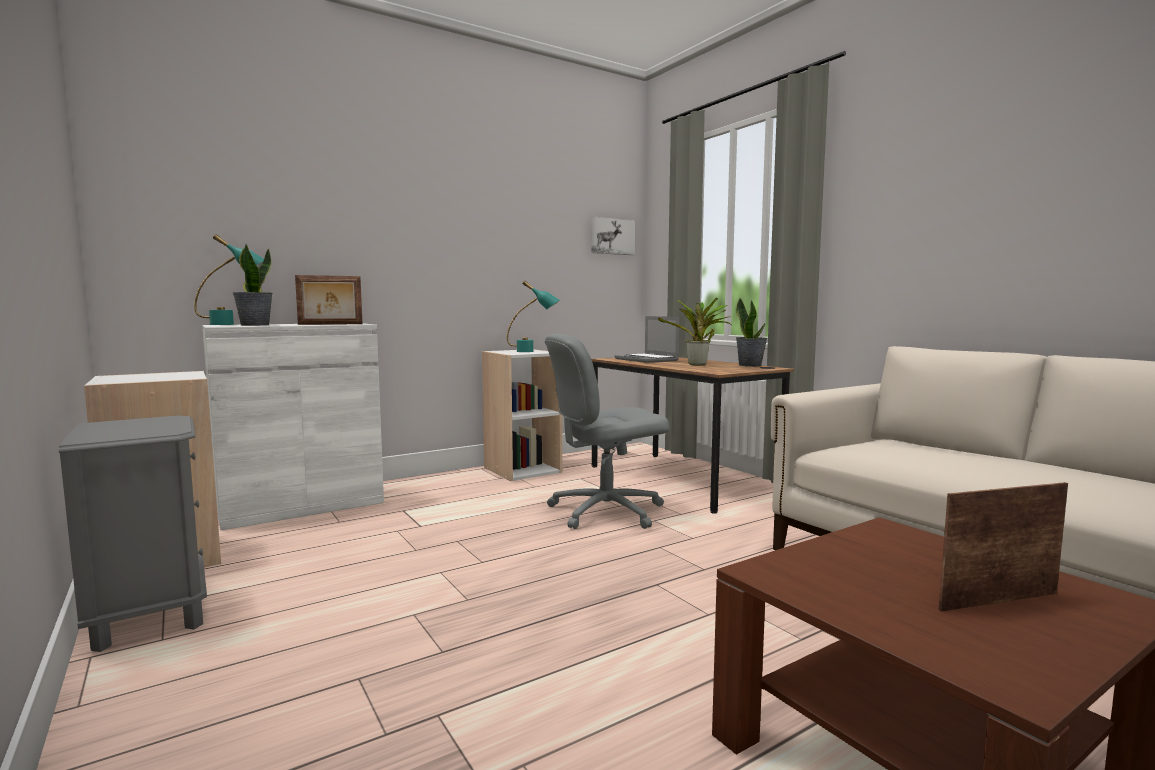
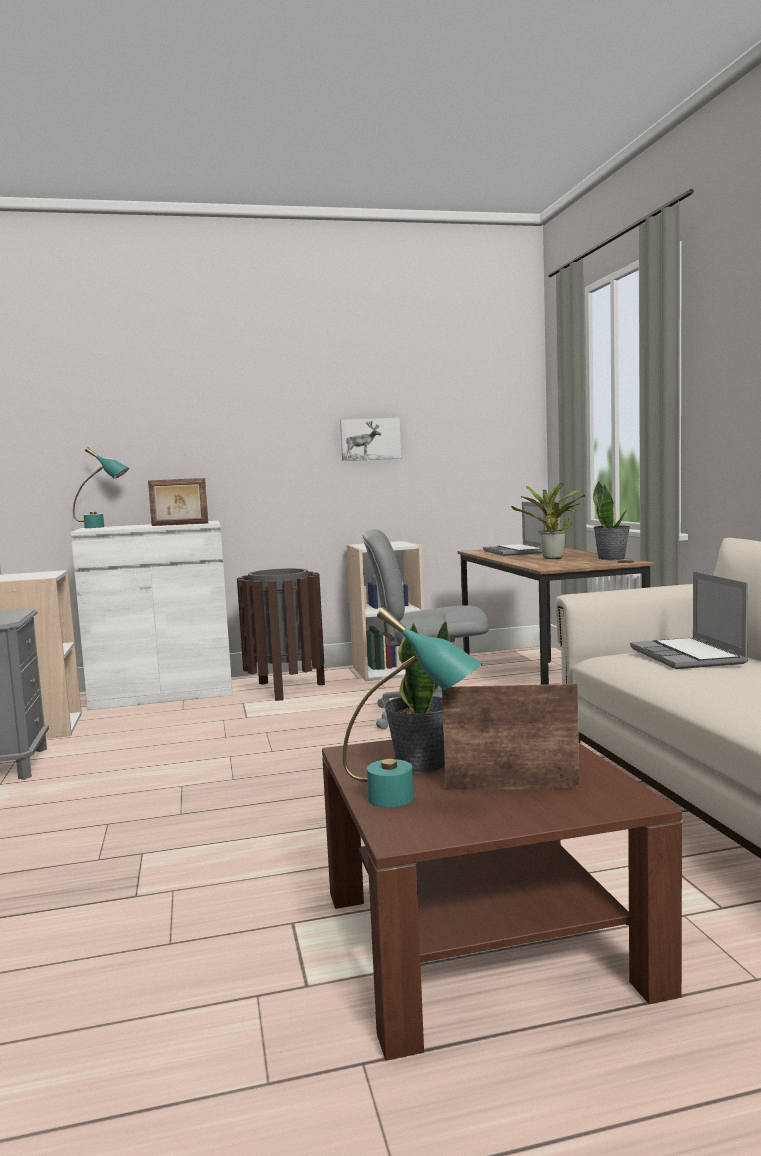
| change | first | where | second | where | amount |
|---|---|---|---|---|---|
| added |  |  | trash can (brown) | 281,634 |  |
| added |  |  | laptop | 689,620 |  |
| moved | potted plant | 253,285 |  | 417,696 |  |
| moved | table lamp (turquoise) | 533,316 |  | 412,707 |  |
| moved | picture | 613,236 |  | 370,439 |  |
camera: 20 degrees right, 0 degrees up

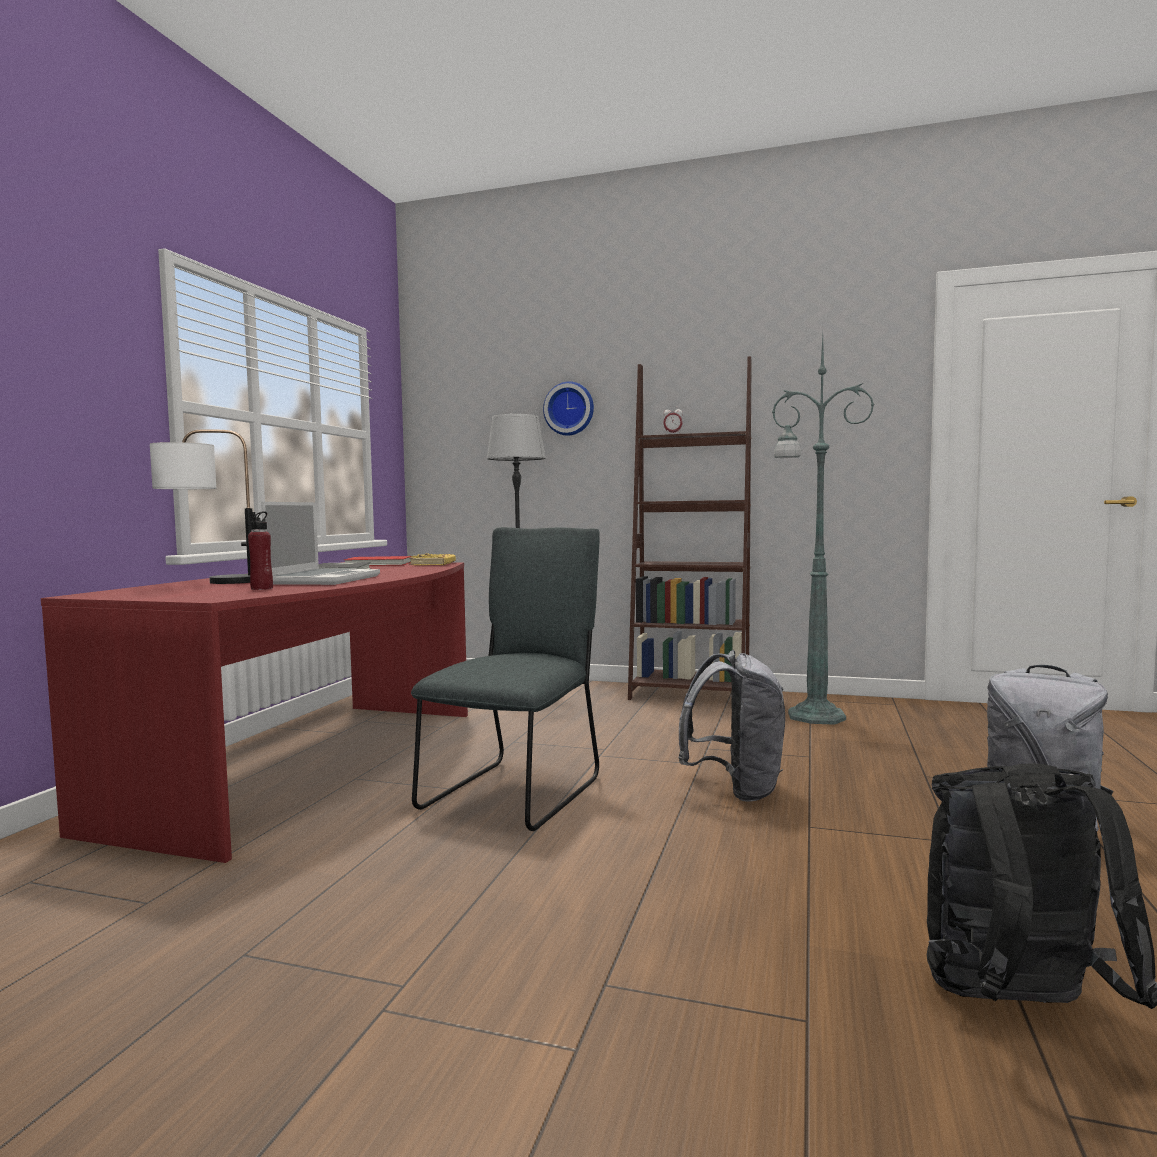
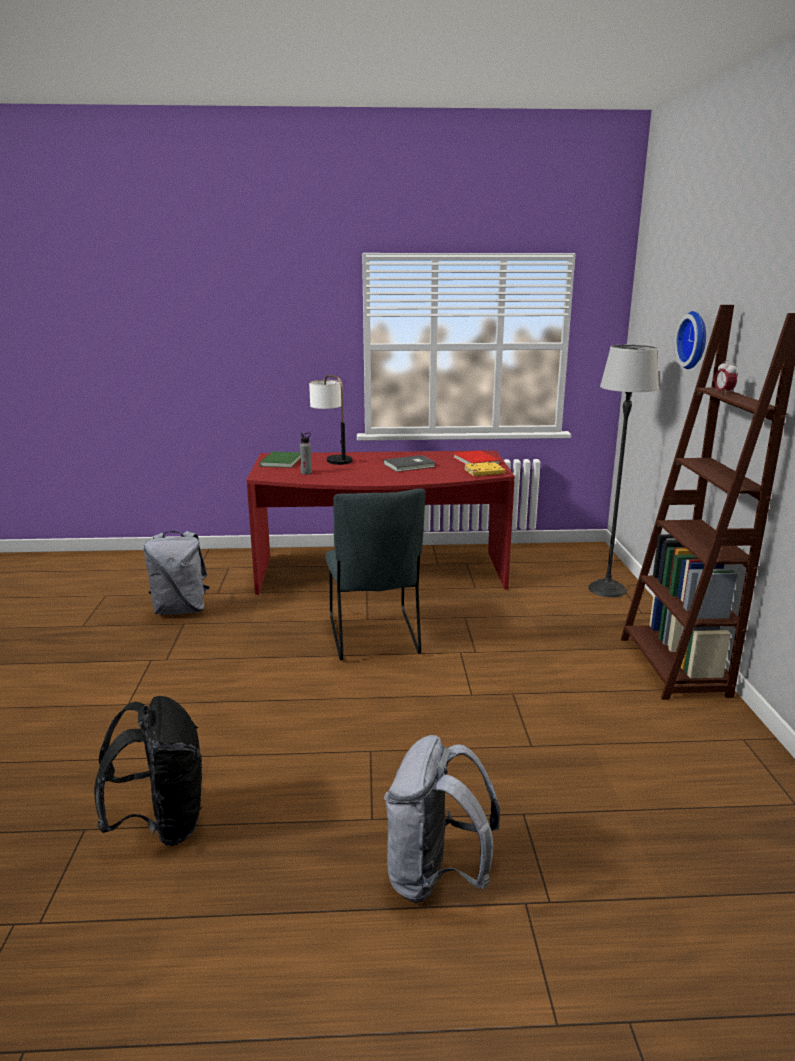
| change | first | where | second | where | amount |
|---|---|---|---|---|---|
| removed | laptop | 320,543 |  |  |  |
| removed | floor lamp (green) | 823,530 |  |  |  |
| added |  |  | book (green) | 280,460 |  |
| moved | backpack (grey) | 731,725 |  | 177,573 |  |
| recoloured | bottle (red) | 260,551 | bottle (grey) | 306,454 |  |
| turned | chair (grey) | 505,679 |  | 375,574 | 75 degrees clockwise |
camera: 70 degrees right, 15 degrees up

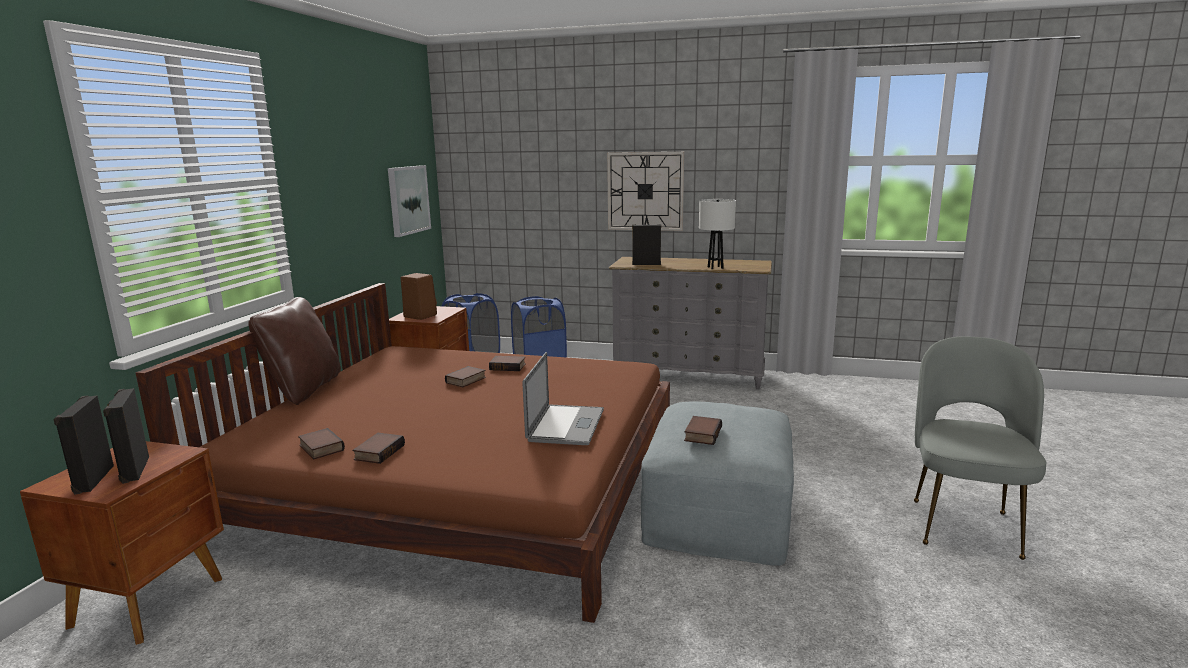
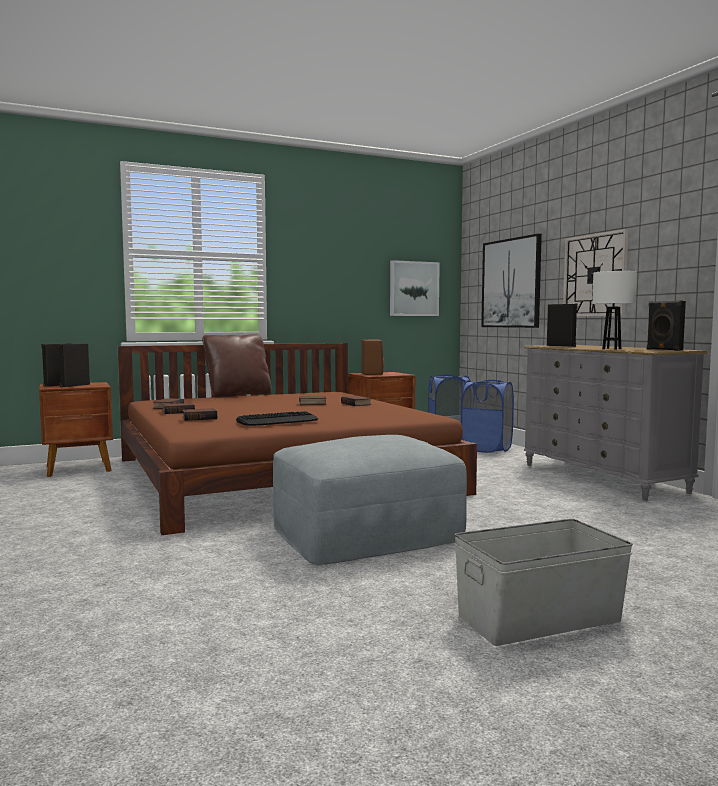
| change | first | where | second | where | amount |
|---|---|---|---|---|---|
| added |  |  | picture | 511,281 |  |
| added |  |  | speaker (black) | 666,325 |  |
| moved | book | 703,430 |  | 199,414 |  |
| replaced | laptop | 563,398 | keyboard | 277,418 |  |
| replaced | chair (grey) | 980,448 | storage box (grey) | 543,582 |  |
camera: 50 degrees right, 10 degrees down

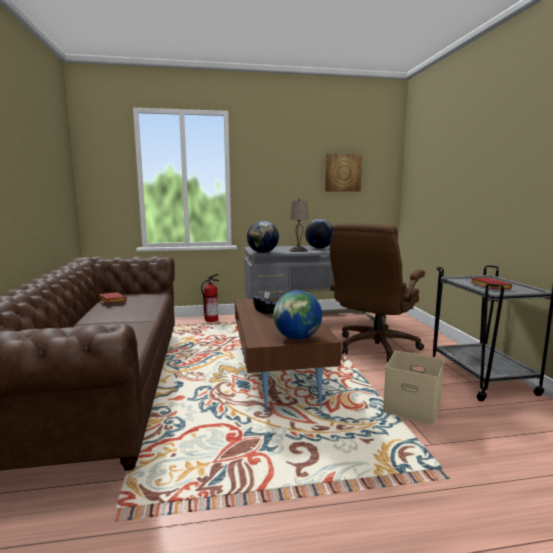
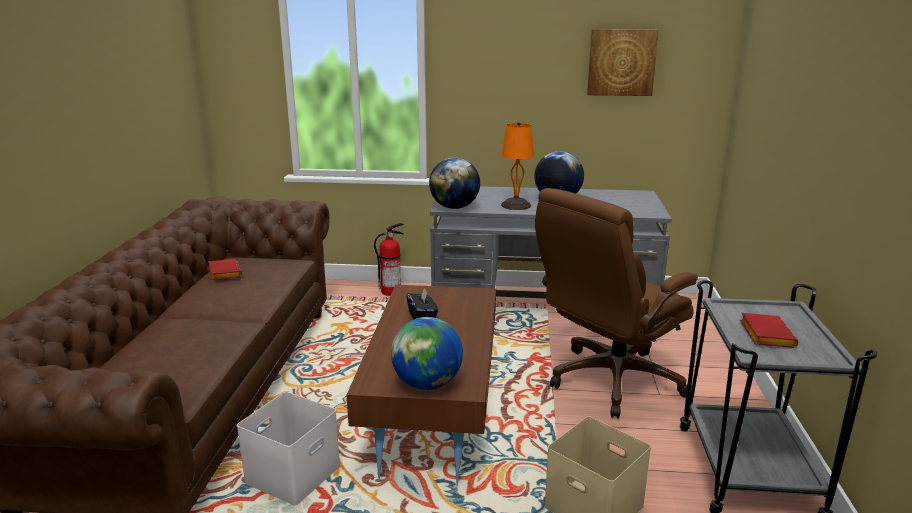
| change | first | where | second | where | amount |
|---|---|---|---|---|---|
| added |  |  | storage box (white) | 288,448 |  |
| recoloured | table lamp (beige) | 299,225 | table lamp (orange) | 517,166 |  |
camera: 15 degrees right, 10 degrees up

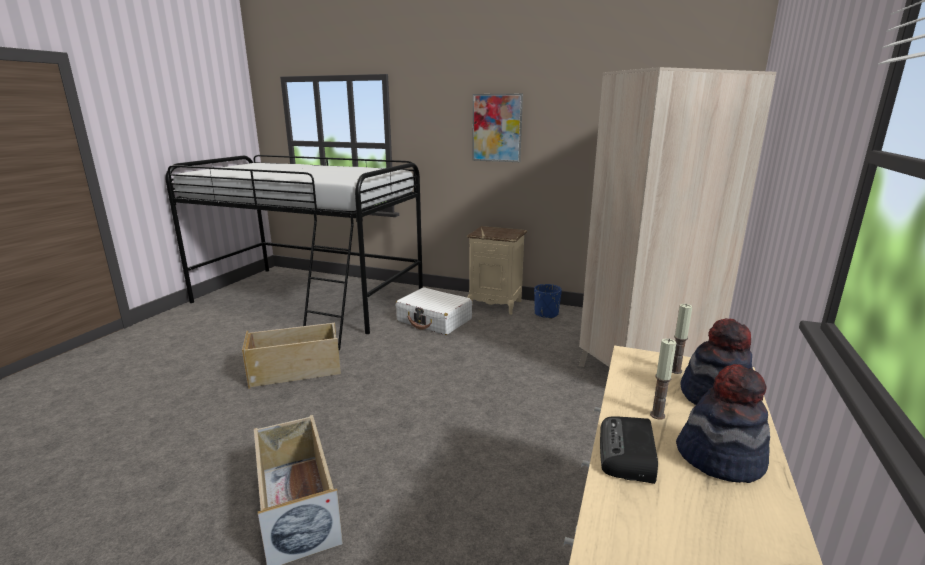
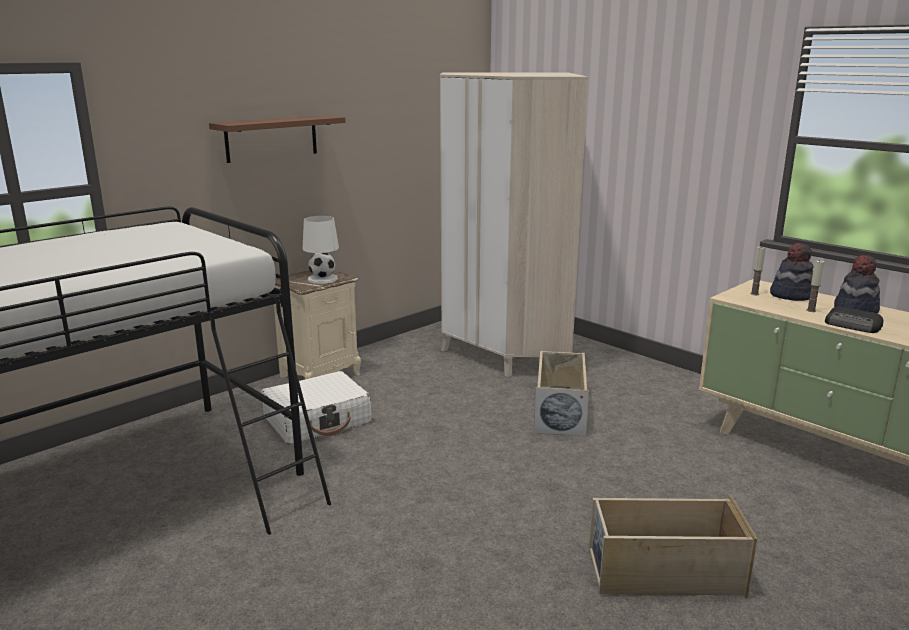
| change | first | where | second | where | amount |
|---|---|---|---|---|---|
| removed | planter (blue) | 548,301 |  |  |  |
| added |  |  | table lamp (white) | 320,250 |  |
| moved | storage box (beige) | 291,356 |  | 562,393 |  |
| replaced | picture | 497,128 | shelf (brown) | 277,139 |  |
camera: 65 degrees left, 0 degrees up

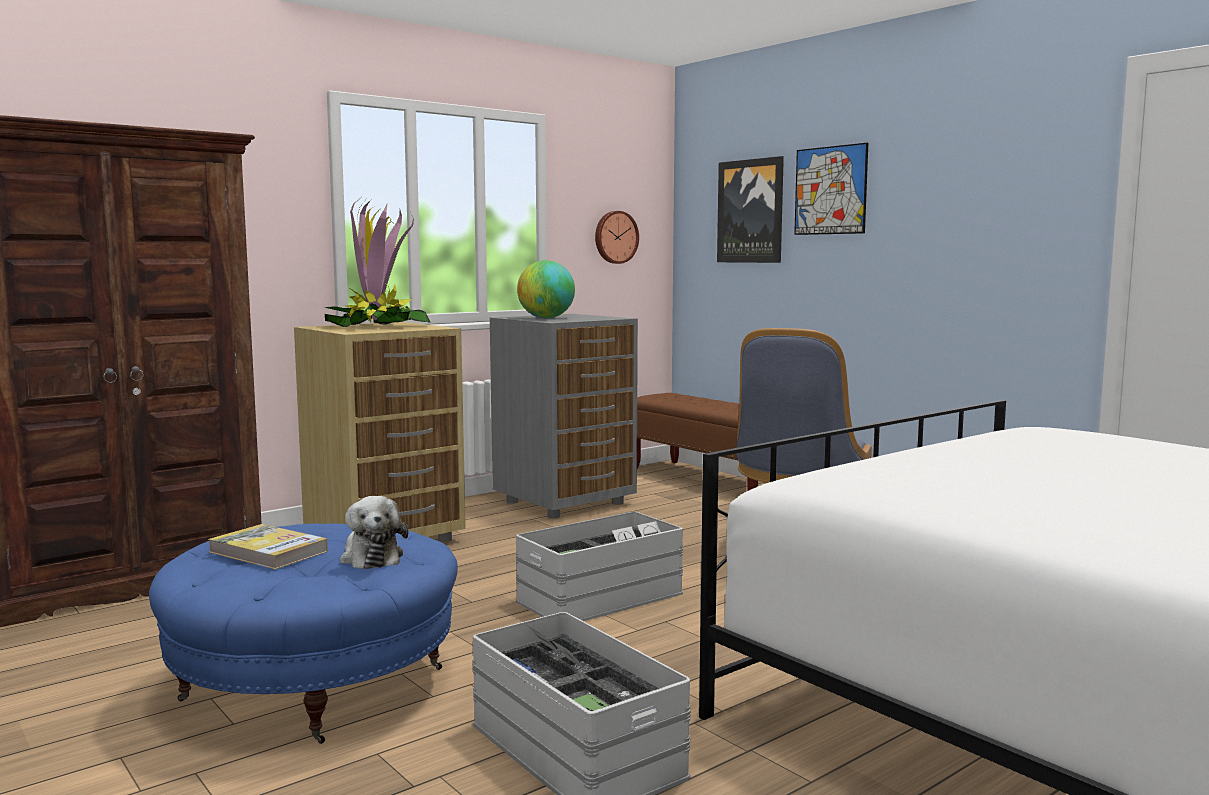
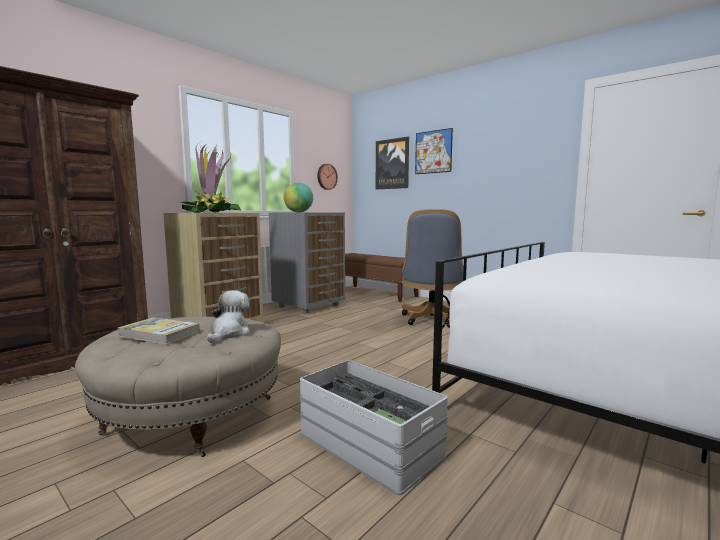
| change | first | where | second | where | amount |
|---|---|---|---|---|---|
| removed | storage box (grey) | 599,566 |  |  |  |
| recoloured | ottoman (blue) | 303,633 | ottoman (beige) | 178,386 |  |
| turned | plush toy | 374,532 |  | 228,316 | 135 degrees counterclockwise |
camera: 10 degrees left, 0 degrees up

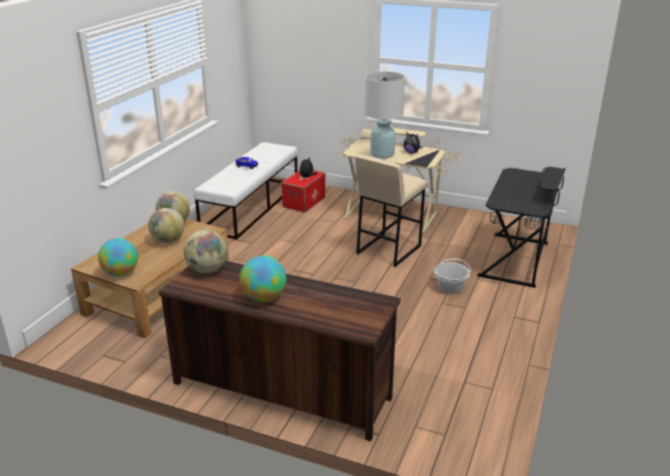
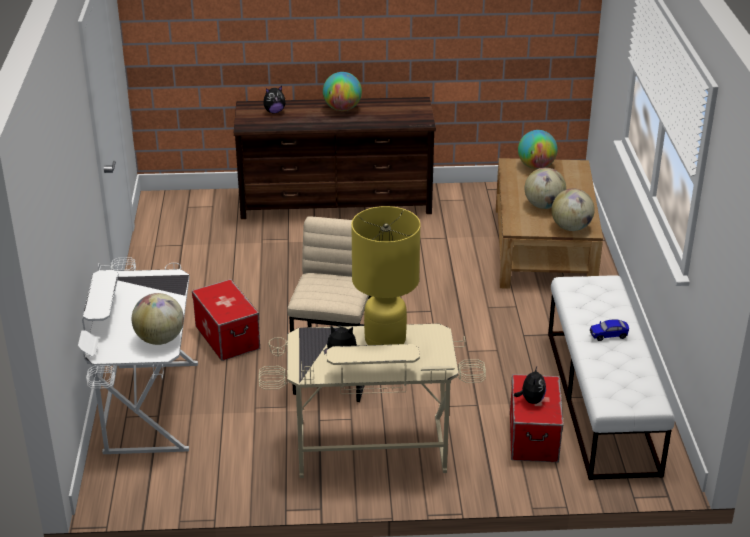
| change | first | where | second | where | amount |
|---|---|---|---|---|---|
| added |  |  | plush toy | 275,99 |  |
| moved | globe | 206,251 |  | 158,319 |  |
| replaced | basket | 452,276 | storage box | 226,320 |  |
| recoloured | table lamp (white) | 384,115 | table lamp (yellow) | 386,275 |  |
| recoloured | desk (black) | 521,227 | desk (white) | 138,355 |  |
camera: 155 degrees right, 5 degrees up

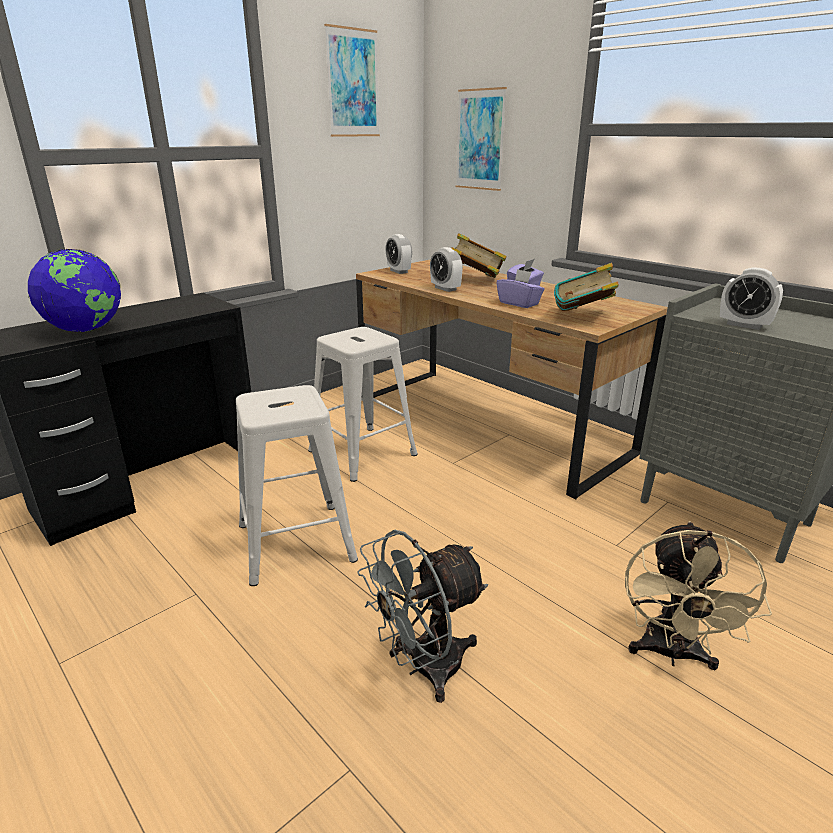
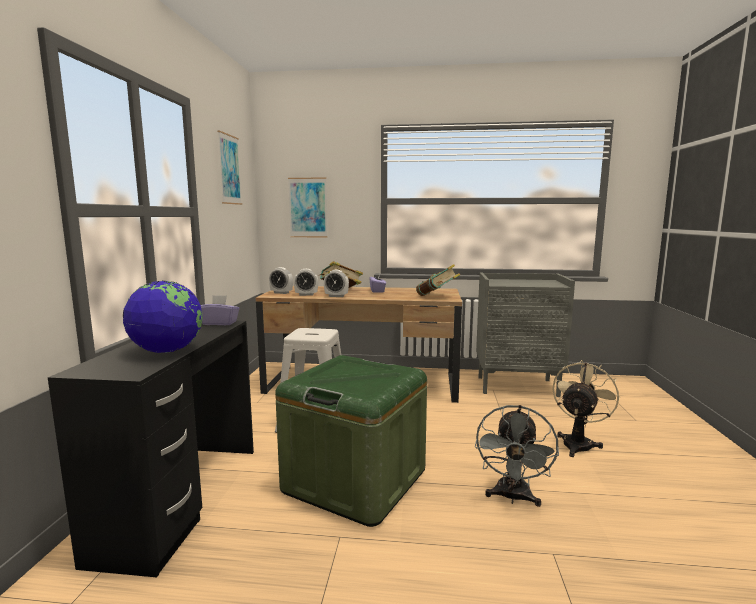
| change | first | where | second | where | amount |
|---|---|---|---|---|---|
| moved | tissue box (purple) | 520,288 |  | 220,310 |  |
| moved | alarm clock | 751,298 |  | 306,282 |  |
| replaced | stool (white) | 297,485 | storage box (green) | 351,441 |  |
| turned | fan (beige) | 698,596 |  | 586,408 | 120 degrees counterclockwise |
camera: 40 degrees left, 15 degrees down

